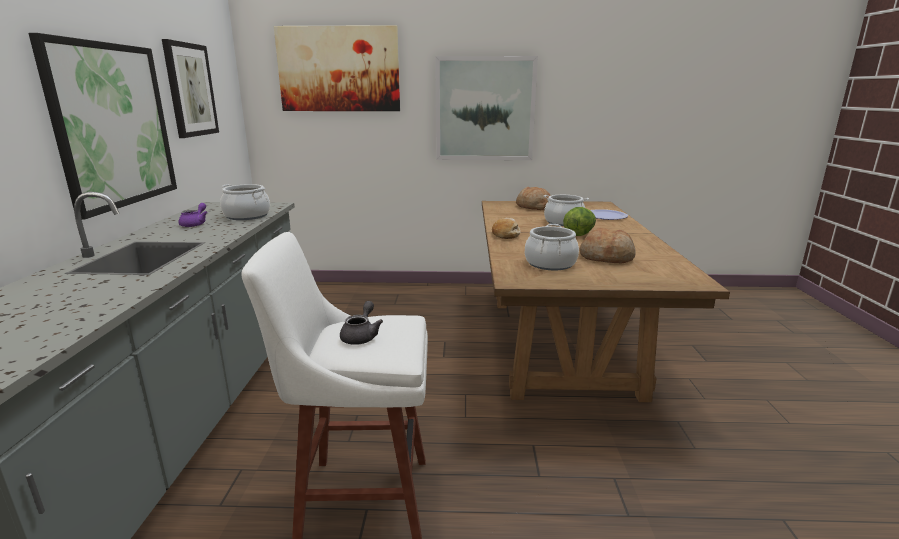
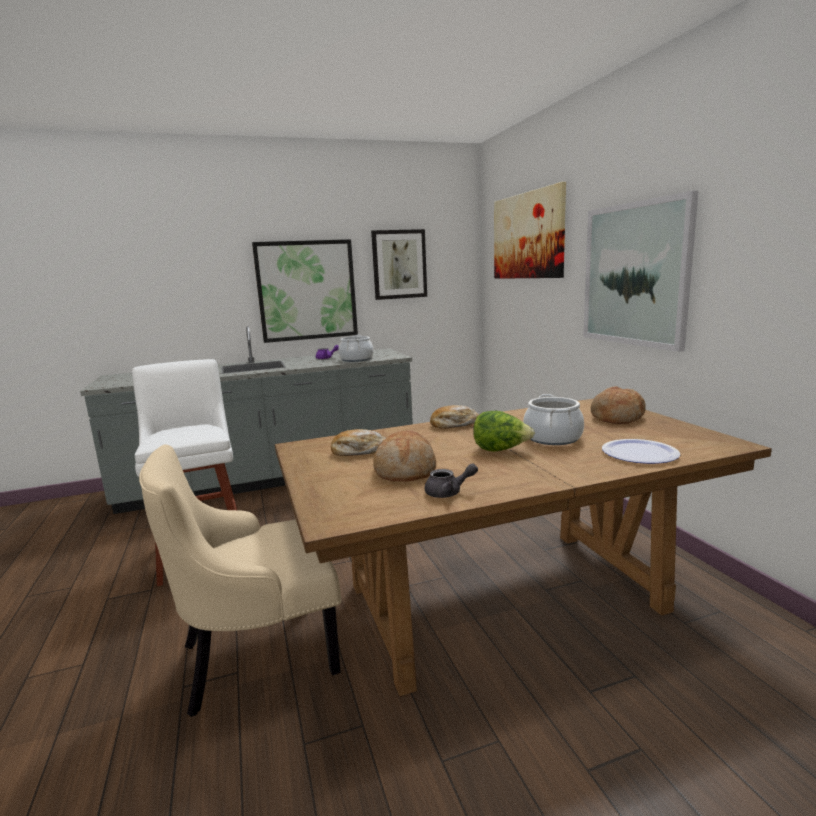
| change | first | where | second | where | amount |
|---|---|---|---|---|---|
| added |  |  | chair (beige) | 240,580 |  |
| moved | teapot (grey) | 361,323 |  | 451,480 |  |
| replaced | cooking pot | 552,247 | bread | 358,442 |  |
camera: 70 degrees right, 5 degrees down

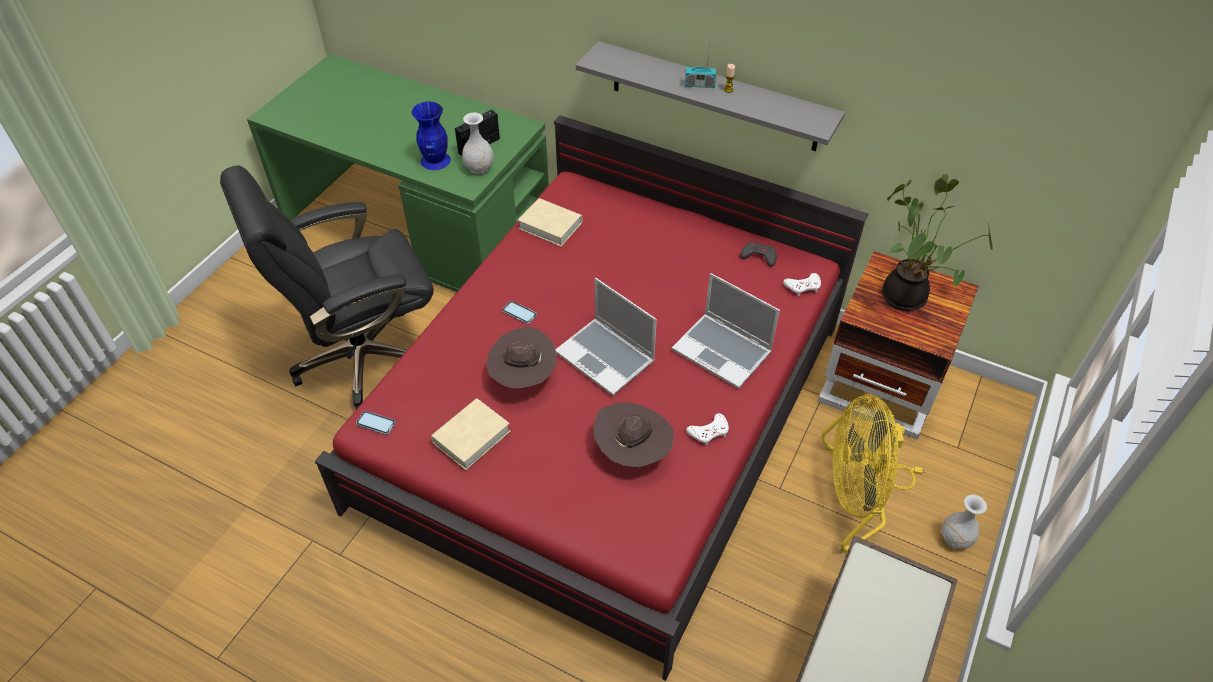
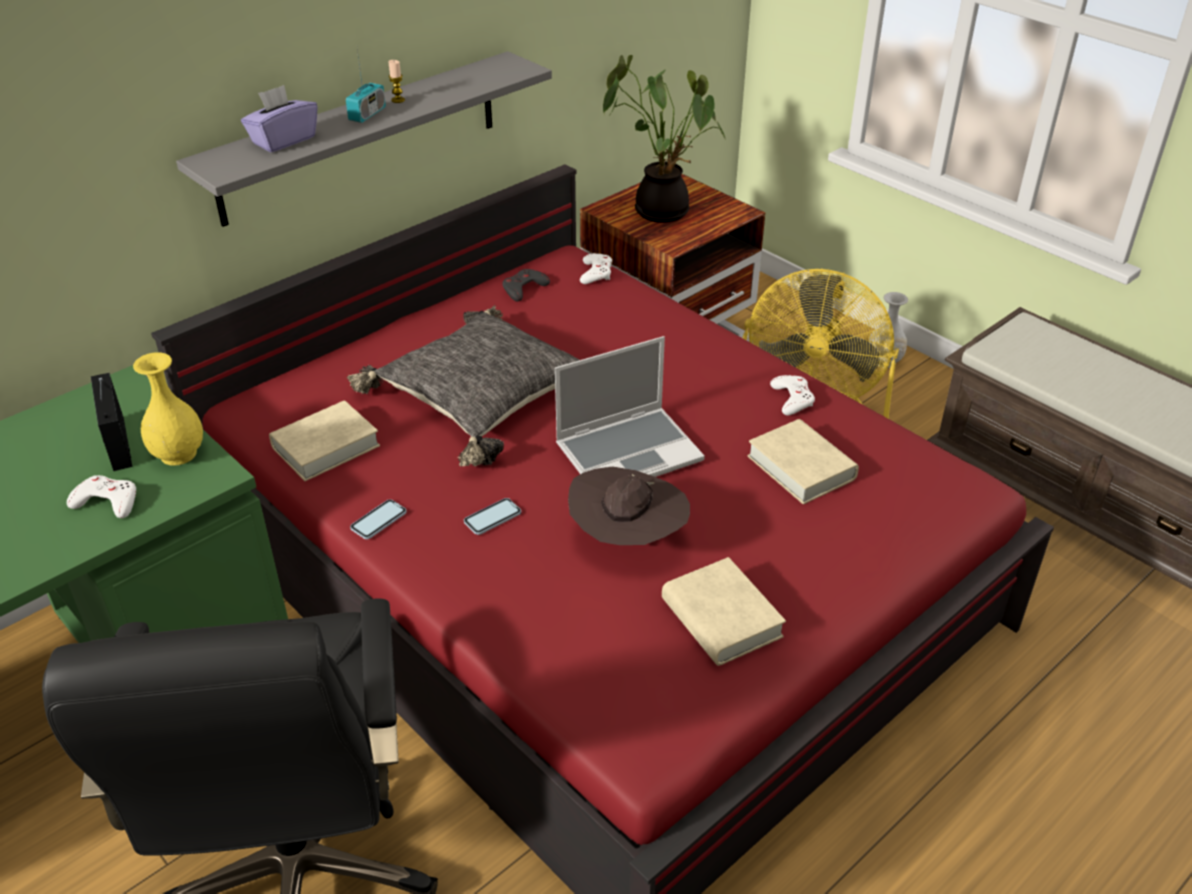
| change | first | where | second | where | amount |
|---|---|---|---|---|---|
| removed | laptop | 726,331 |  |  |  |
| added |  |  | tissue box (purple) | 279,119 |  |
| added |  |  | pillow | 463,385 |  |
| moved | phone | 376,423 |  | 378,519 |  |
| replaced | vase (blue) | 431,136 | game controller (white) | 101,496 |  |
| replaced | hat (brown) | 634,434 | book (beige) | 803,461 |  |
| recoloured | vase (white) | 478,144 | vase (yellow) | 168,409 |  |
camera: 70 degrees left, 10 degrees down

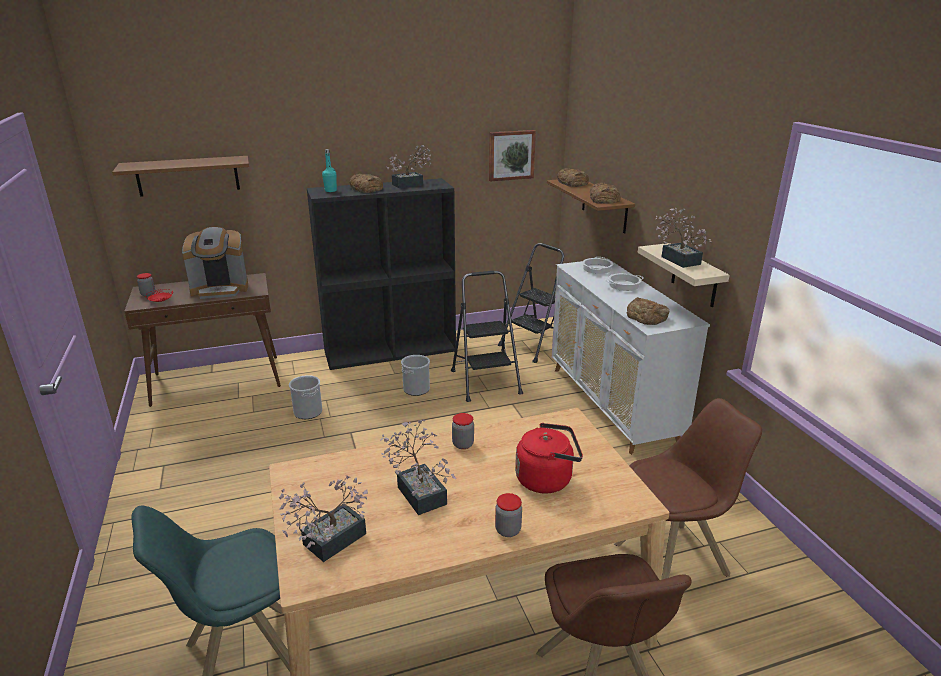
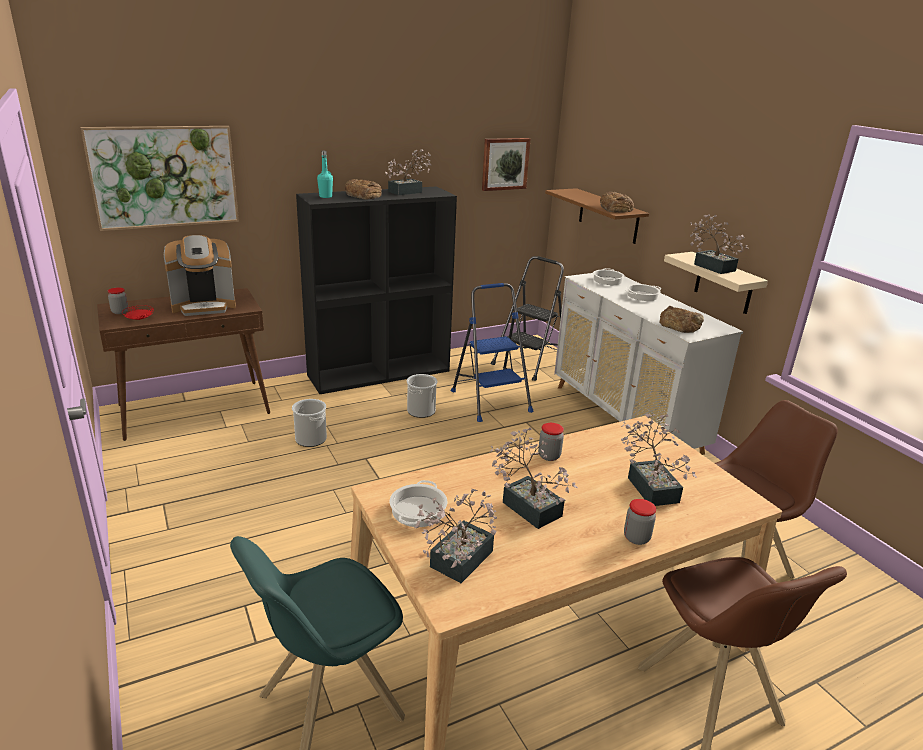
| change | first | where | second | where | amount |
|---|---|---|---|---|---|
| removed | bread | 573,177 |  |  |  |
| added |  |  | cooking pot | 418,503 |  |
| replaced | shelf (brown) | 180,176 | picture | 159,178 |  |
| replaced | kettle (red) | 549,458 | potted plant | 659,459 |  |
| recoloured | step ladder (black) | 487,336 | step ladder (blue) | 492,352 |  |
camera: 10 degrees left, 0 degrees up

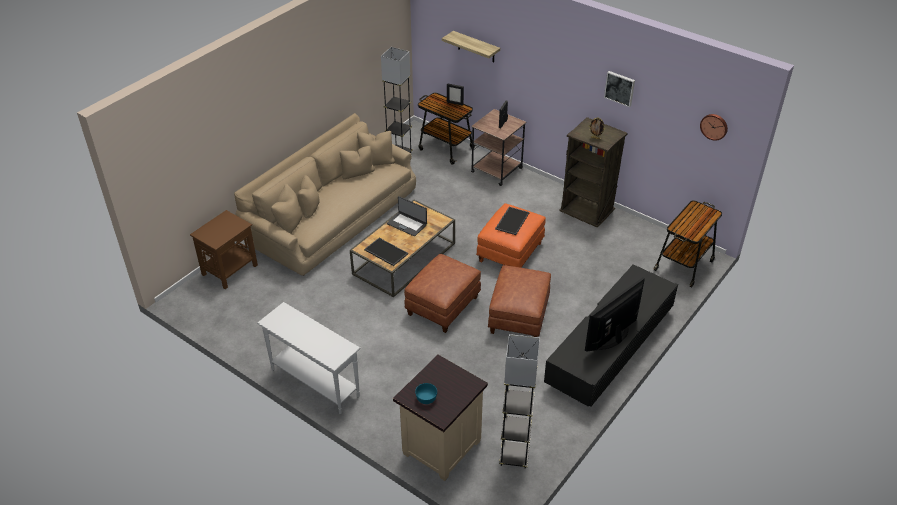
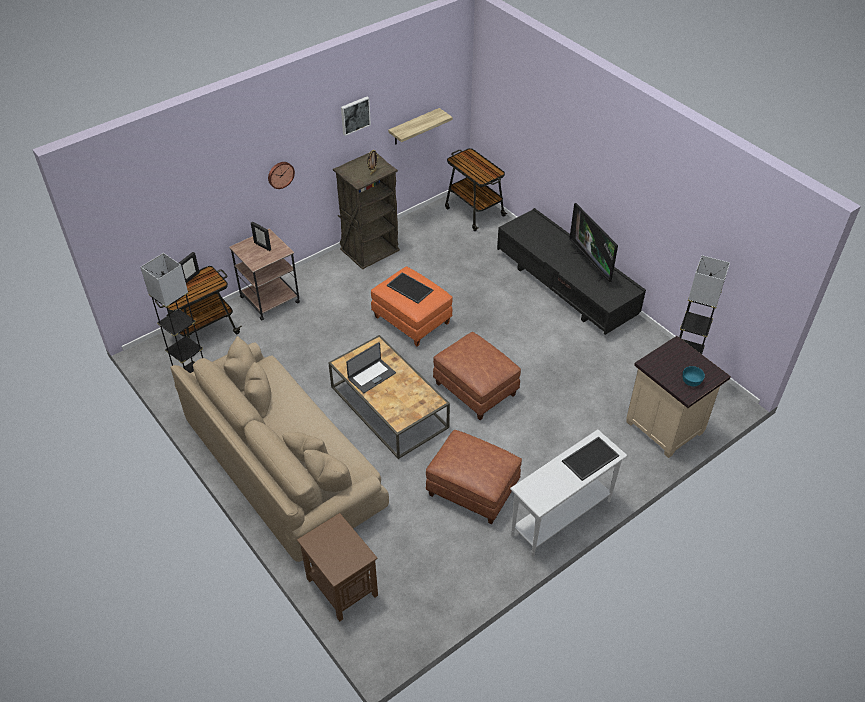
| change | first | where | second | where | amount |
|---|---|---|---|---|---|
| moved | tray | 386,252 |  | 590,459 |  |
| moved | shelf | 471,46 |  | 420,126 |  |
| moved | ottoman (brown) | 519,301 |  | 474,477 |  |
| moved | wall clock | 714,127 |  | 281,175 |  |
camera: 75 degrees left, 5 degrees up

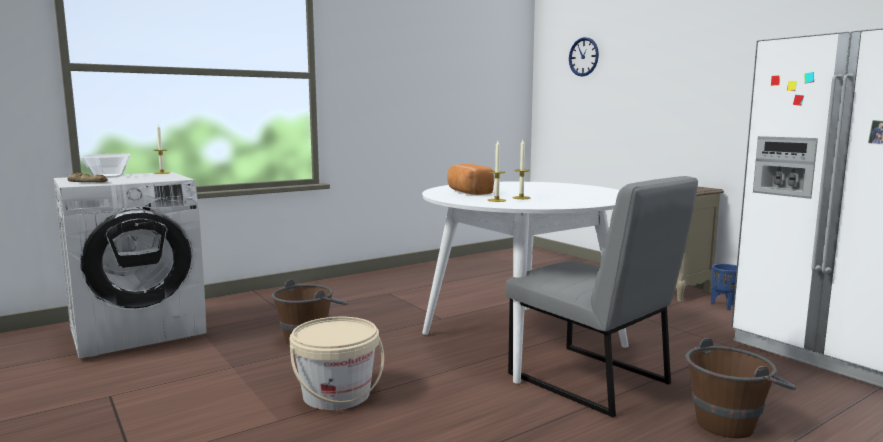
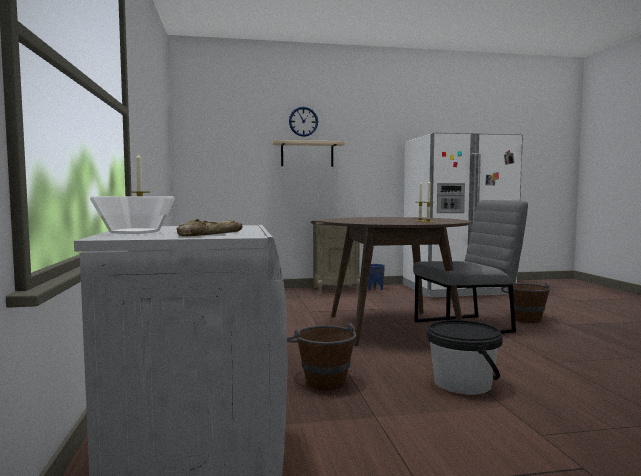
| change | first | where | second | where | amount |
|---|---|---|---|---|---|
| removed | bread | 470,179 |  |  |  |
| added |  |  | shelf (beige) | 309,153 |  |
| moved | wall clock | 584,57 |  | 303,122 |  |
| recoloured | bucket (beige) | 336,363 | bucket (black) | 465,357 |  |
| recoloured | dining table (white) | 525,283 | dining table (brown) | 396,281 |  |
camera: 65 degrees left, 5 degrees down

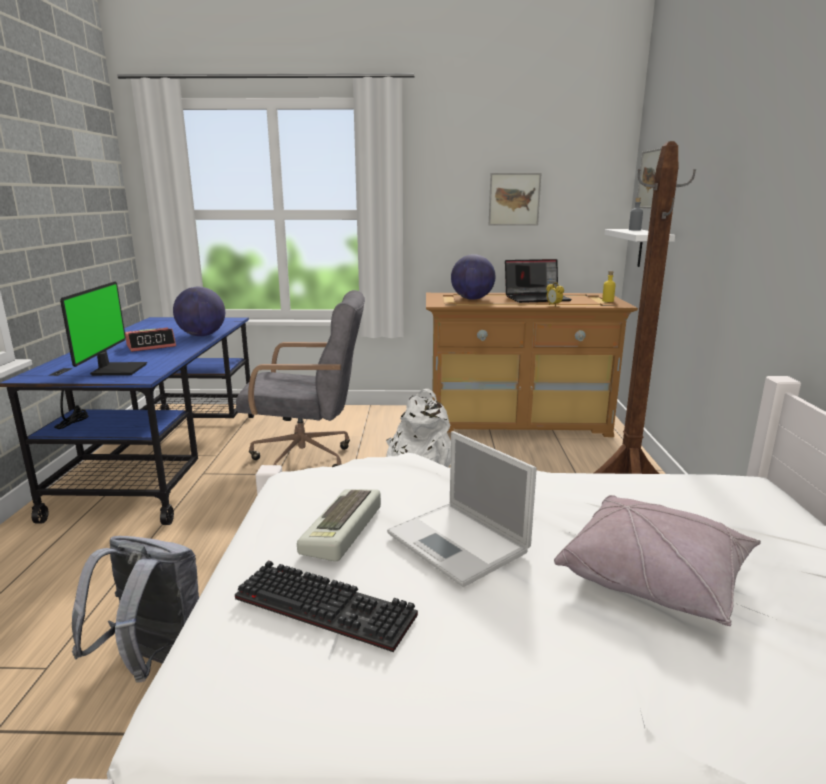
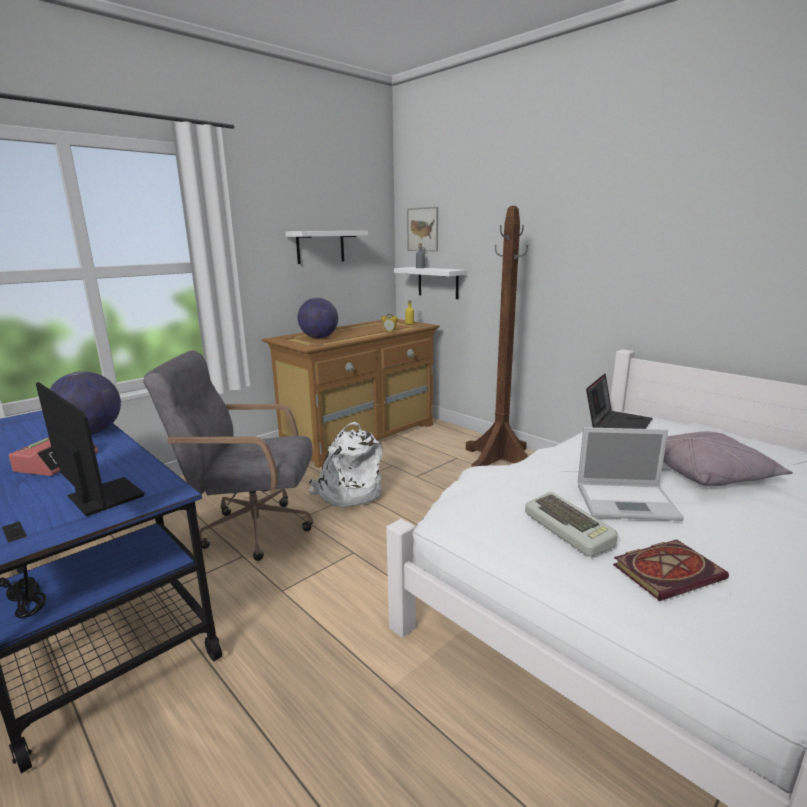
| change | first | where | second | where | amount |
|---|---|---|---|---|---|
| removed | backpack (grey) | 135,609 |  |  |  |
| moved | laptop | 538,281 |  | 619,401 |  |
| replaced | keyboard | 326,606 | book | 671,570 |  |
| replaced | picture | 515,199 | shelf (white) | 326,247 |  |
| turned | office chair (grey) | 300,378 |  | 228,456 | 135 degrees counterclockwise |
camera: 45 degrees left, 0 degrees up

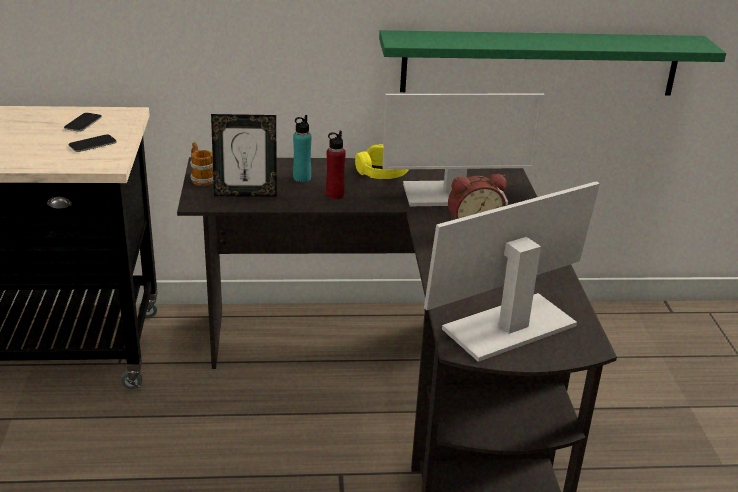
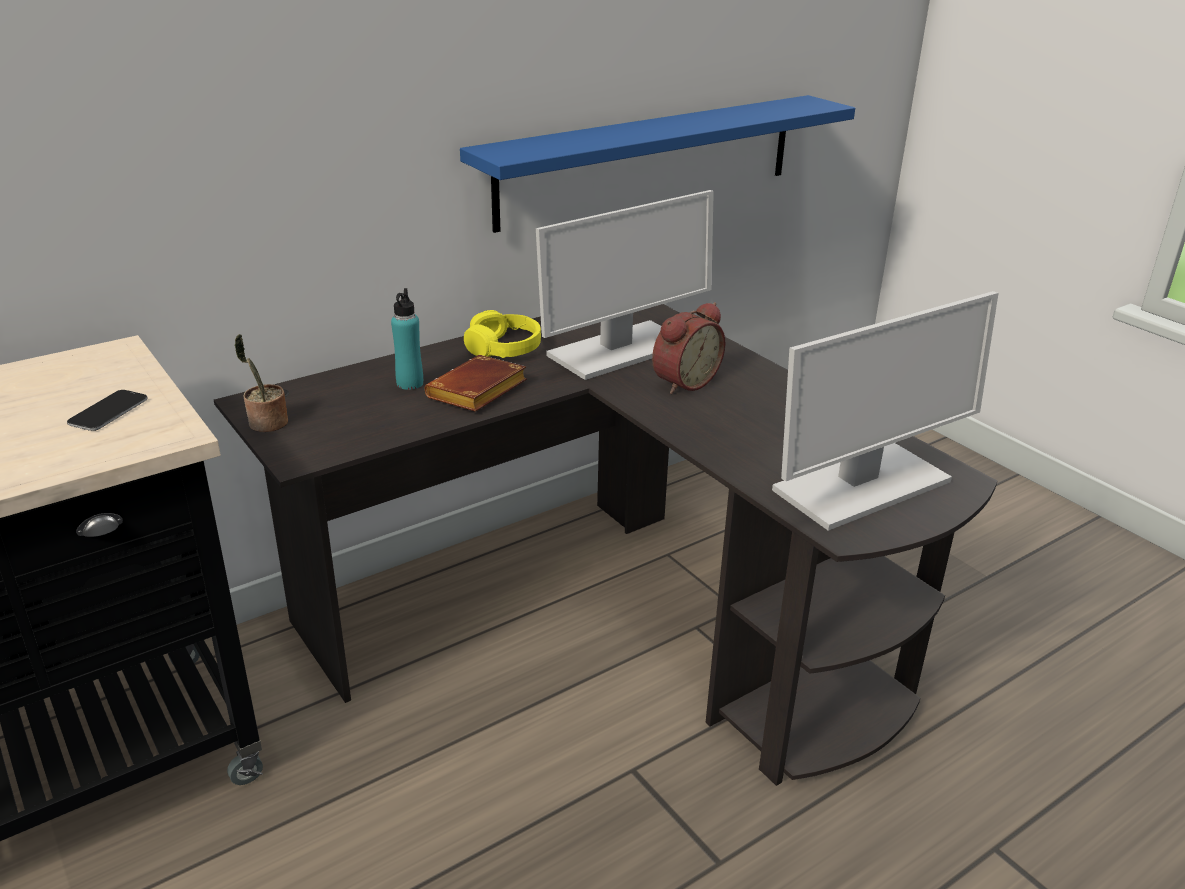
| change | first | where | second | where | amount |
|---|---|---|---|---|---|
| removed | phone | 83,122 |  |  |  |
| removed | picture frame | 244,155 |  |  |  |
| replaced | mug | 201,164 | potted plant | 261,383 |  |
| replaced | bottle (red) | 336,165 | book (brown) | 476,383 |  |
| recoloured | shelf (green) | 552,62 | shelf (blue) | 657,164 |  |
| turned | monitor | 512,271 |  | 885,411 | 150 degrees counterclockwise |
camera: 30 degrees left, 0 degrees up

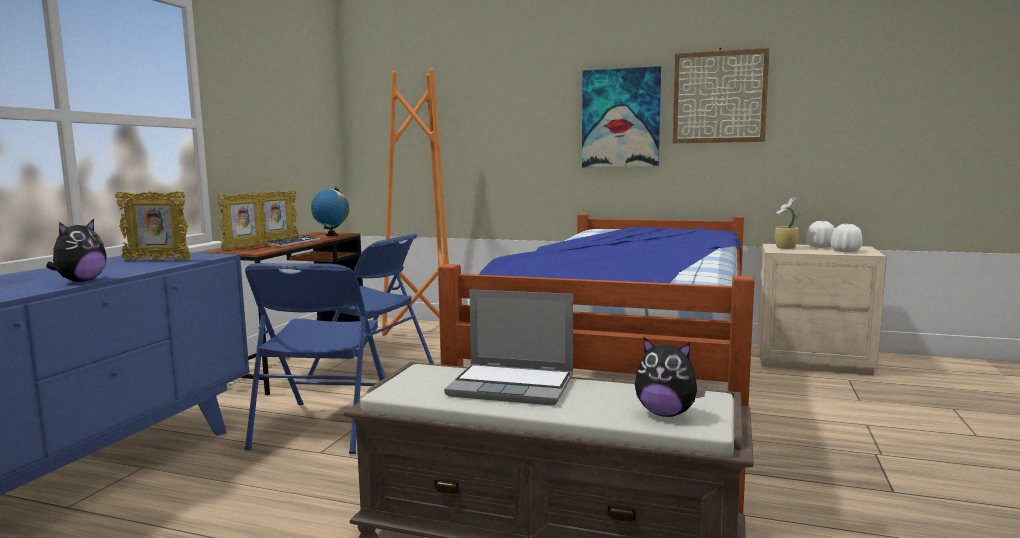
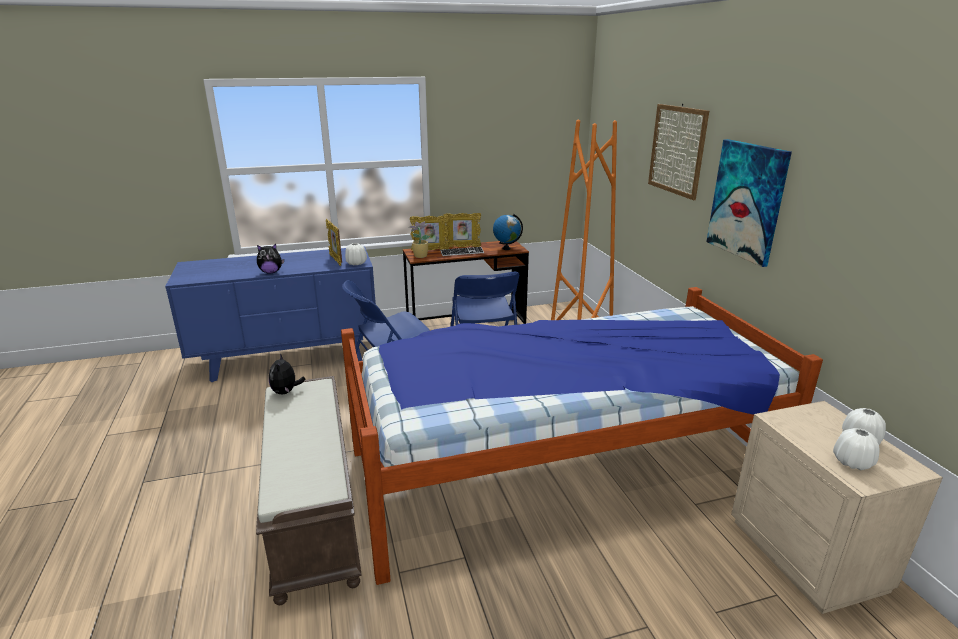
| change | first | where | second | where | amount |
|---|---|---|---|---|---|
| removed | laptop | 508,348 |  |  |  |
| added |  |  | vase (white) | 356,254 |  |
| moved | plush toy | 670,377 |  | 287,373 |  |
| moved | picture | 721,95 |  | 678,152 |  |
| moved | potted plant | 787,223 |  | 419,239 |  |
camera: 55 degrees right, 15 degrees up

